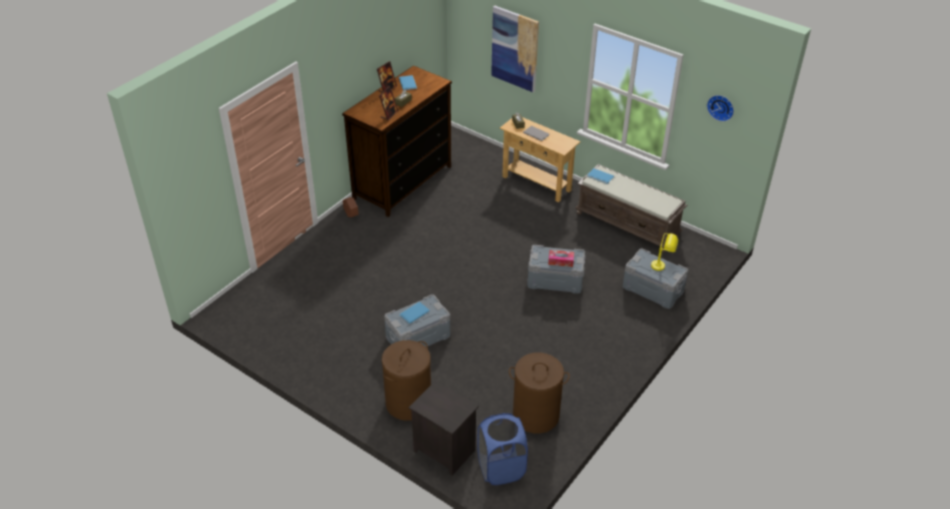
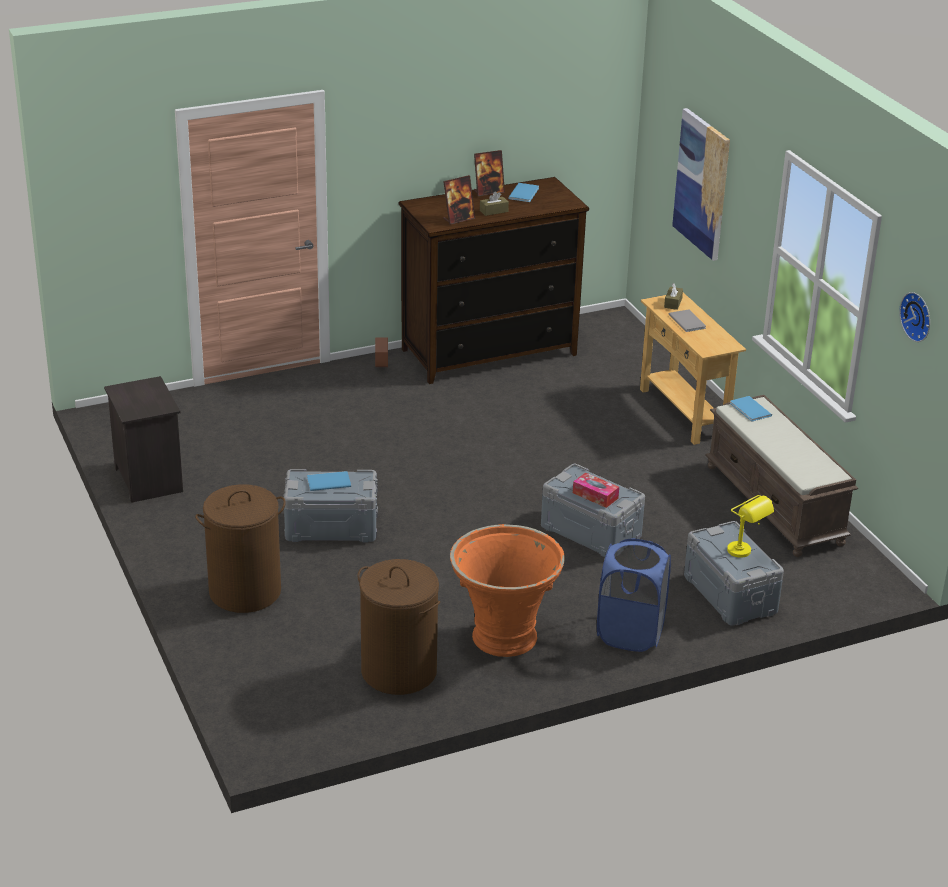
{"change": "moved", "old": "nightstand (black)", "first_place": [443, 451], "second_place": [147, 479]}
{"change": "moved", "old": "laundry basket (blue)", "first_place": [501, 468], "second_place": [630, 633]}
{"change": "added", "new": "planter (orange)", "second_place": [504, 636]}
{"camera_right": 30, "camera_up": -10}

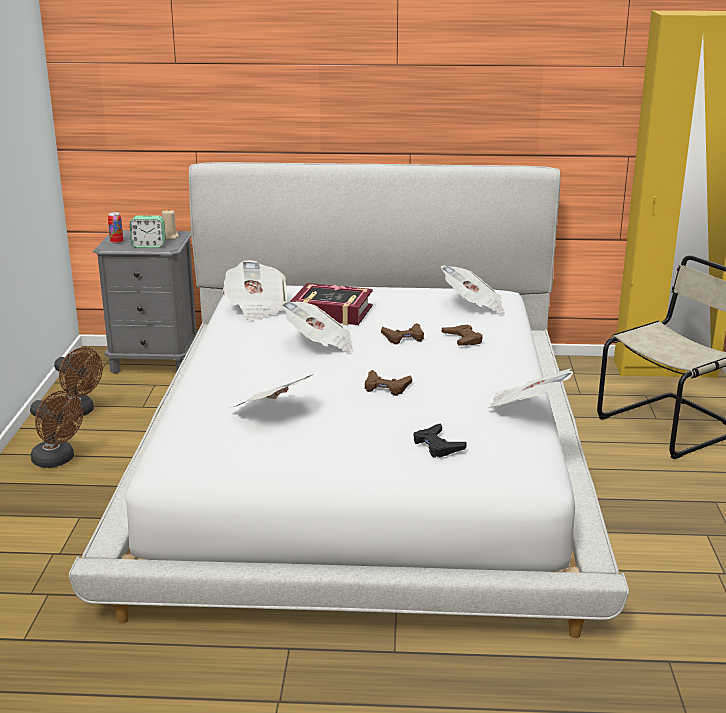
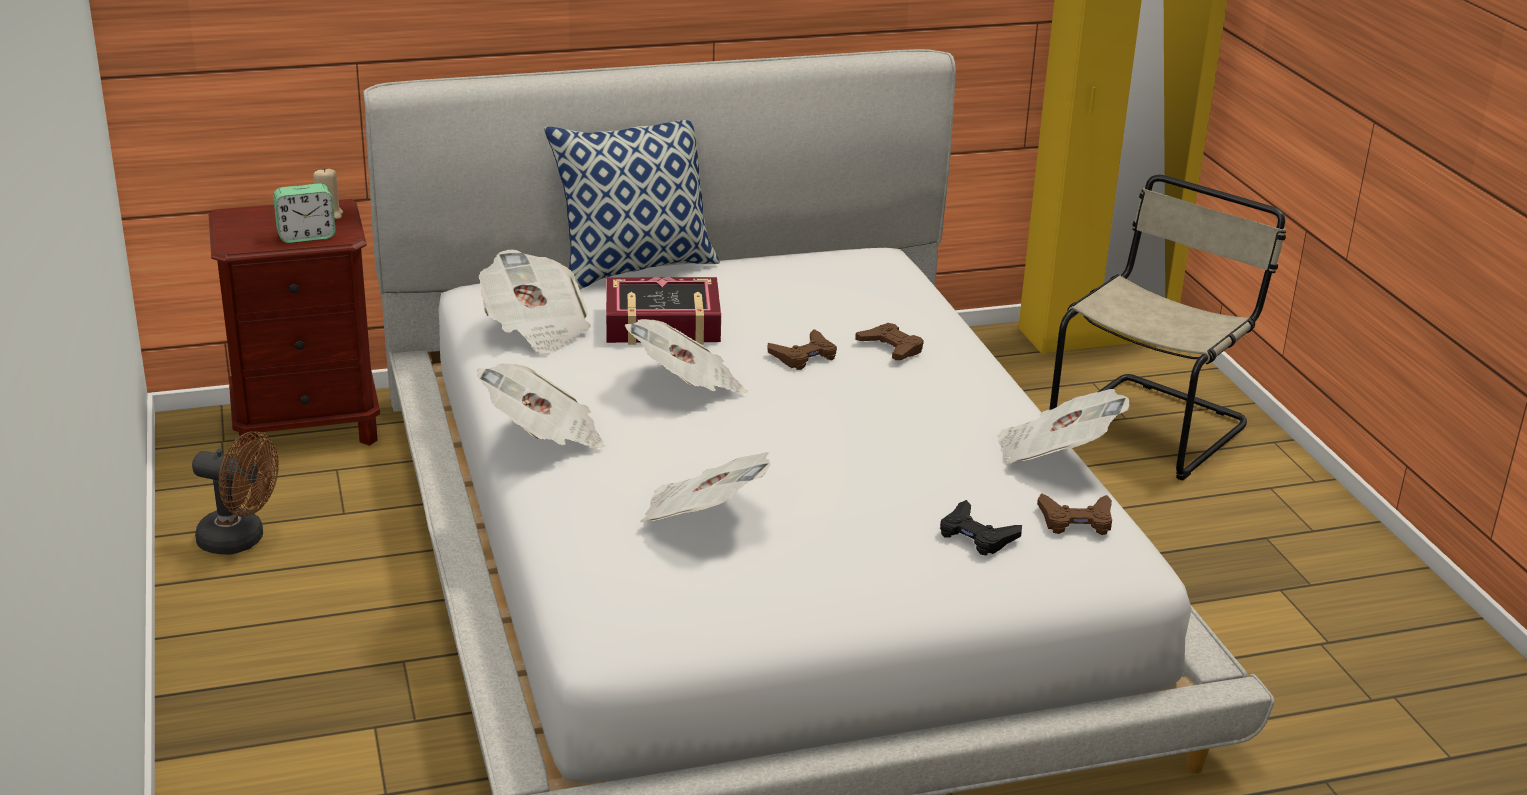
{"change": "removed", "old": "fan (brown)", "first_place": [58, 460]}
{"change": "recoloured", "old": "nightstand (grey)", "new": "nightstand (brown)", "first_place": [154, 362], "second_place": [307, 427]}
{"change": "removed", "old": "can", "first_place": [116, 242]}
{"change": "moved", "old": "game controller (brown)", "first_place": [386, 387], "second_place": [1076, 521]}
{"change": "moved", "old": "newspaper", "first_place": [473, 306], "second_place": [544, 436]}
{"change": "added", "new": "pillow", "second_place": [635, 267]}
{"camera_right": -20, "camera_up": 5}

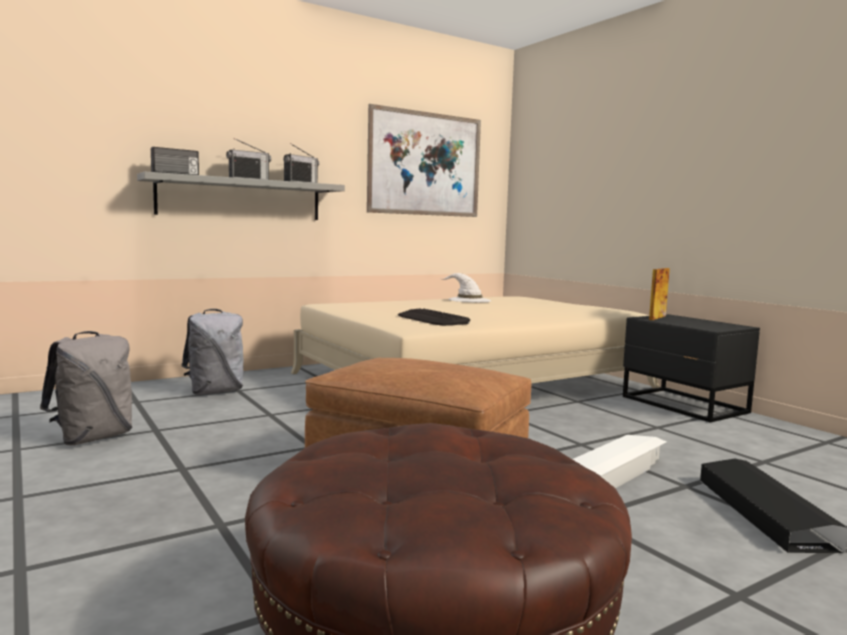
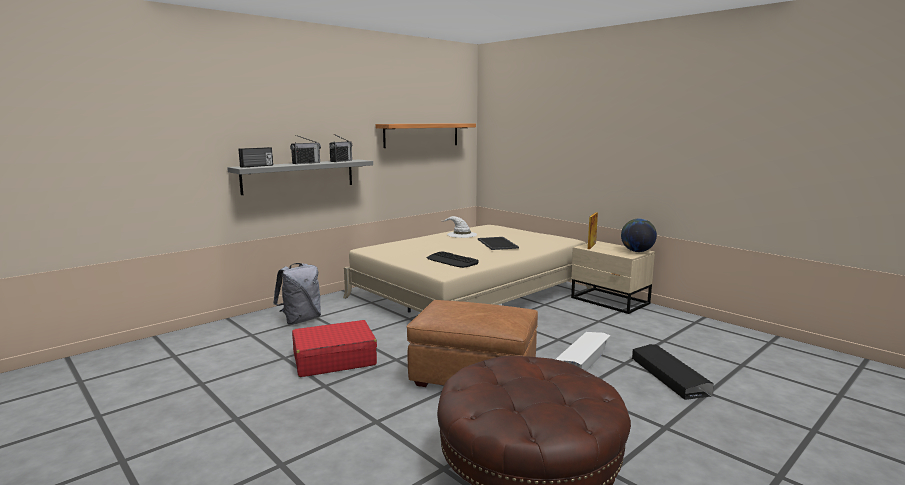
{"change": "removed", "old": "backpack (grey)", "first_place": [93, 438]}
{"change": "replaced", "old": "picture", "new": "shelf", "first_place": [425, 164], "second_place": [421, 135]}
{"change": "recoloured", "old": "nightstand (black)", "new": "nightstand (beige)", "first_place": [684, 405], "second_place": [610, 301]}
{"change": "added", "new": "suitcase (red)", "second_place": [334, 359]}
{"change": "added", "new": "tray", "second_place": [498, 243]}
{"change": "added", "new": "globe", "second_place": [637, 251]}
{"camera_right": -10, "camera_up": 5}

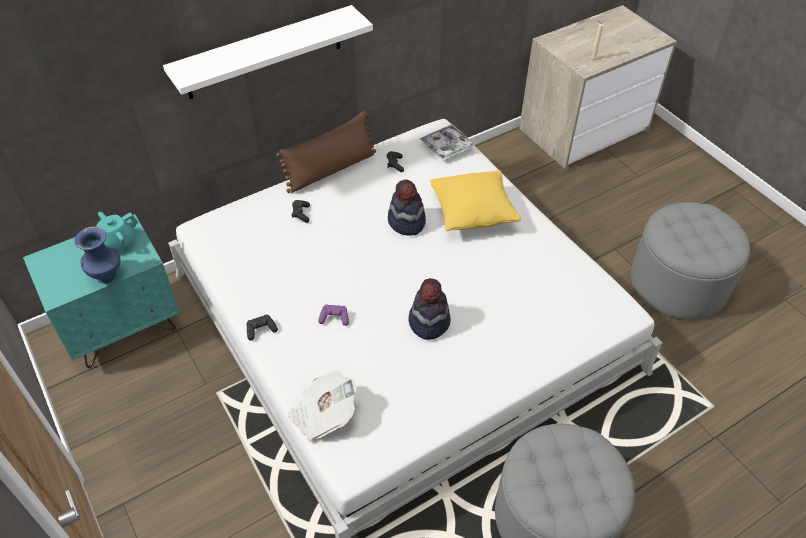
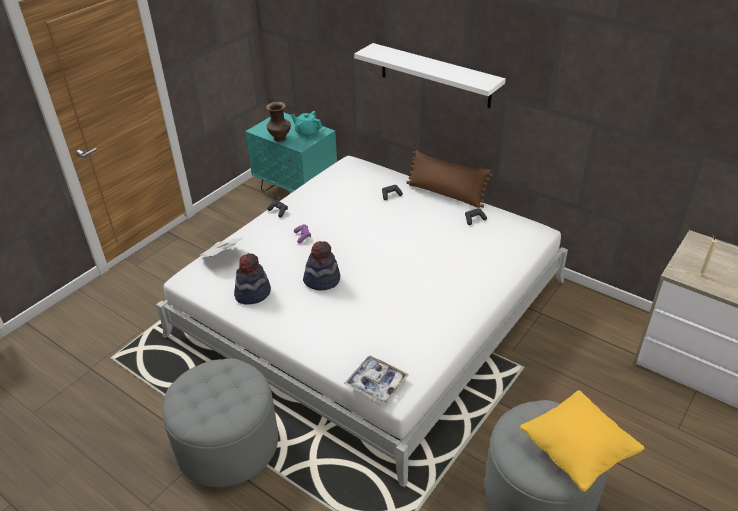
{"change": "recoloured", "old": "vase (blue)", "new": "vase (brown)", "first_place": [107, 276], "second_place": [280, 139]}
{"change": "moved", "old": "hat", "first_place": [406, 222], "second_place": [252, 293]}
{"change": "moved", "old": "tray", "first_place": [447, 146], "second_place": [376, 383]}
{"change": "moved", "old": "pillow (yellow)", "first_place": [472, 214], "second_place": [577, 452]}
{"camera_right": 70, "camera_up": -10}

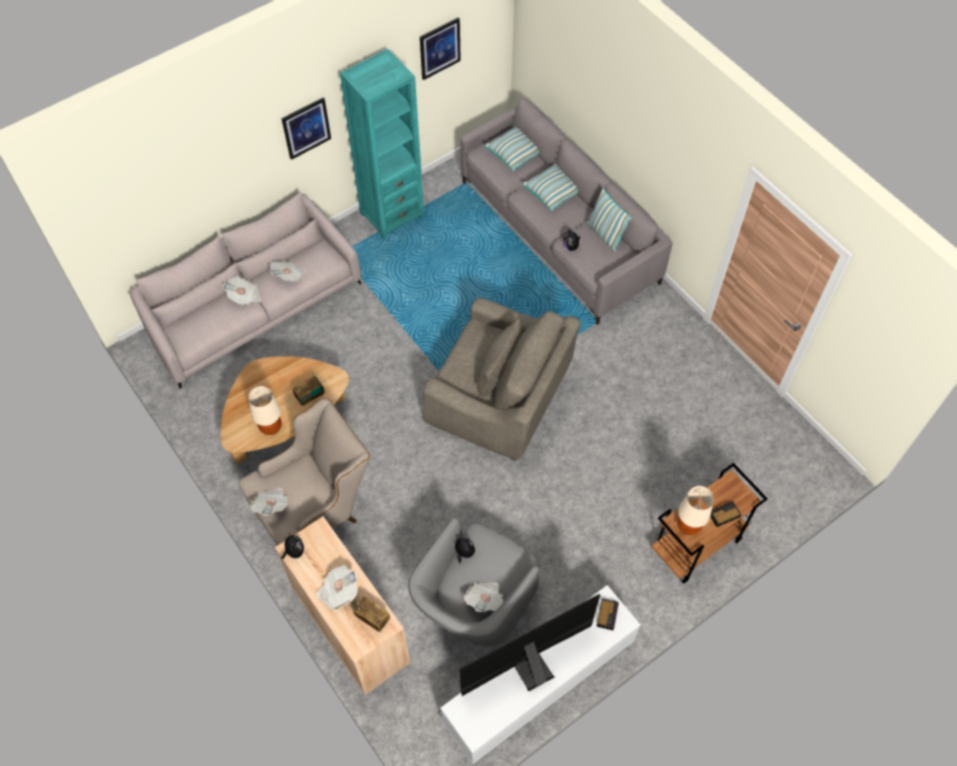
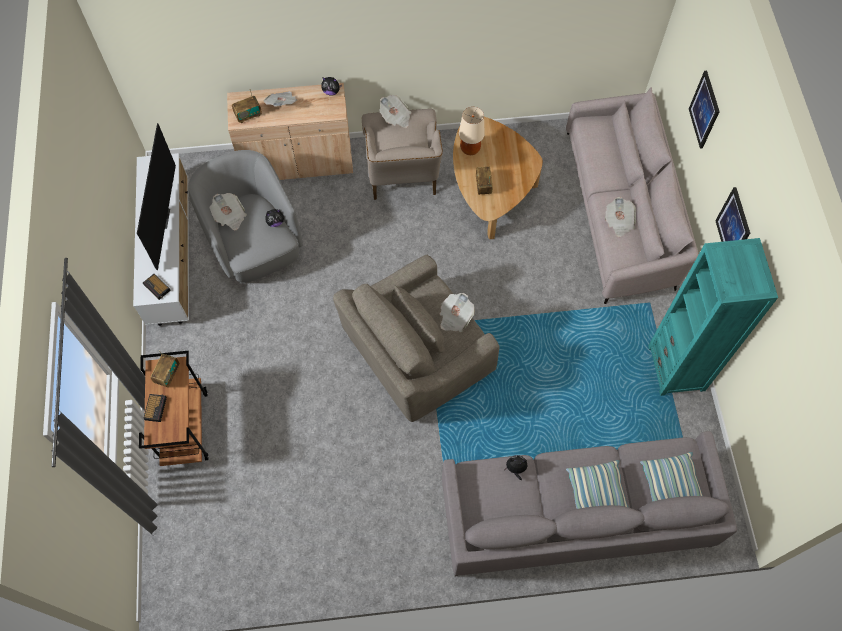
{"change": "moved", "old": "newspaper", "first_place": [244, 296], "second_place": [455, 317]}
{"change": "moved", "old": "picture", "first_place": [439, 48], "second_place": [704, 110]}
{"change": "removed", "old": "pillow", "first_place": [604, 234]}
{"change": "replaced", "old": "table lamp (beige)", "new": "radio", "first_place": [688, 526], "second_place": [167, 374]}
{"camera_right": 120, "camera_up": 5}

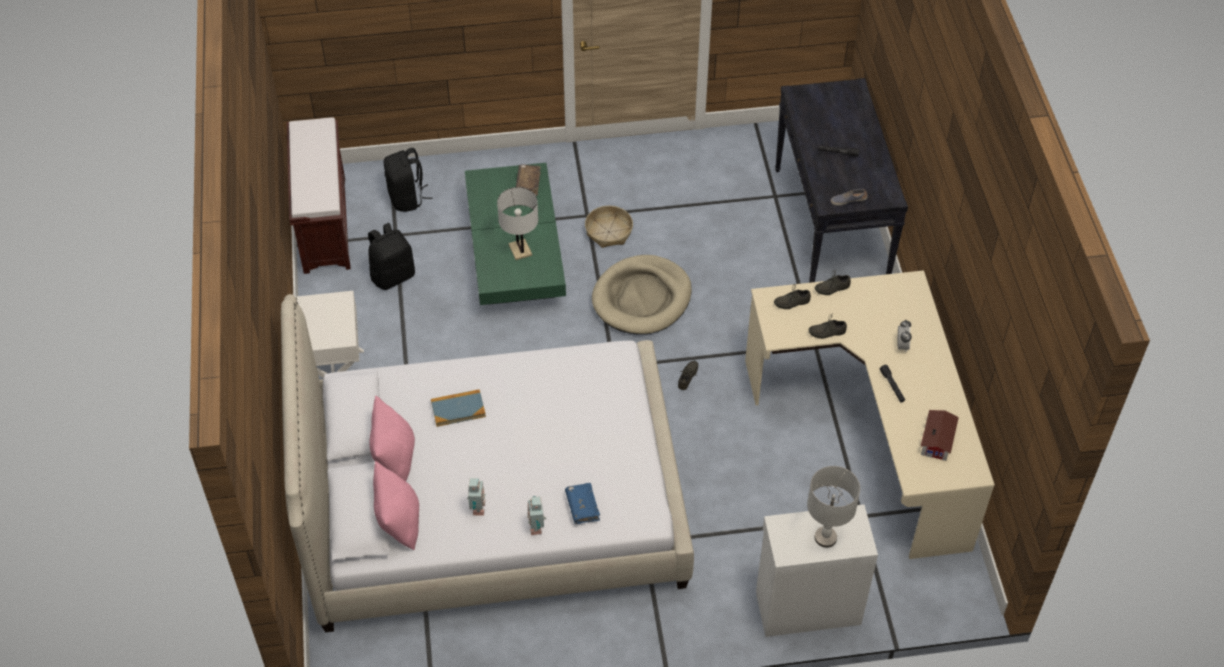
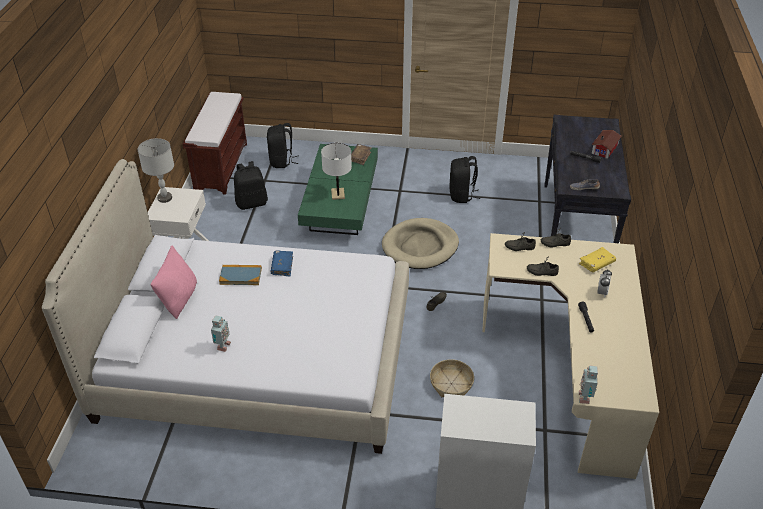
{"change": "removed", "old": "pillow (pink)", "first_place": [399, 522]}
{"change": "moved", "old": "toy robot", "first_place": [537, 527], "second_place": [585, 397]}
{"change": "moved", "old": "book (blue)", "first_place": [582, 507], "second_place": [282, 266]}
{"change": "moved", "old": "basket", "first_place": [609, 232], "second_place": [451, 383]}
{"change": "moved", "old": "table lamp (grey)", "first_place": [825, 538], "second_place": [164, 198]}
{"change": "moved", "old": "toy house", "first_place": [938, 439], "second_place": [606, 148]}
{"change": "added", "new": "backpack (black)", "second_place": [462, 195]}
{"change": "added", "new": "book (yellow)", "second_place": [596, 263]}
{"camera_right": 15, "camera_up": -10}

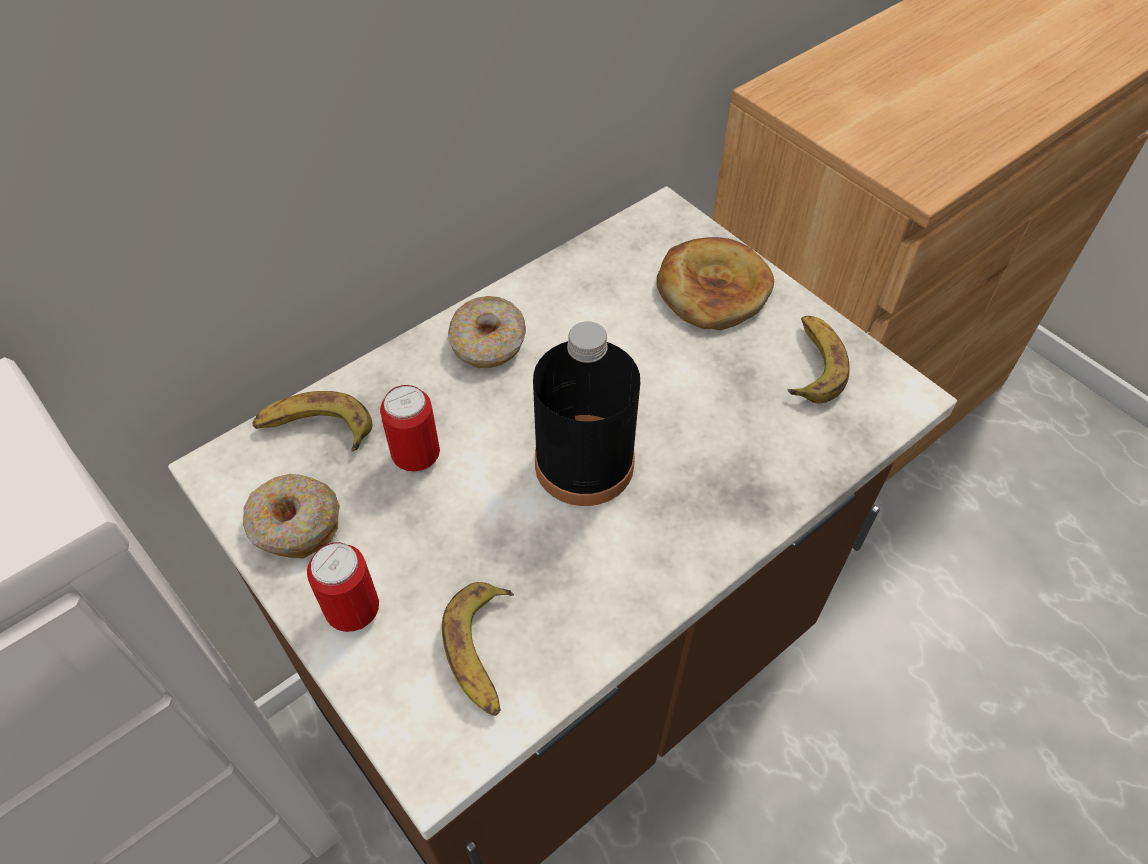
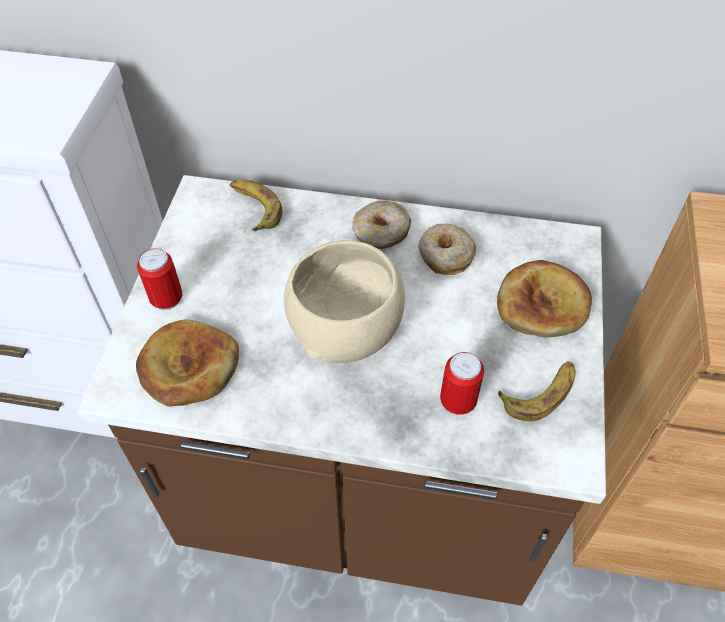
{"change": "moved", "old": "donut", "first_place": [294, 525], "second_place": [445, 255]}
{"change": "moved", "old": "can", "first_place": [416, 457], "second_place": [457, 402]}
{"change": "replaced", "old": "banana", "new": "bread", "first_place": [483, 653], "second_place": [188, 367]}
{"change": "replaced", "old": "bottle (black)", "new": "bowl (beige)", "first_place": [584, 464], "second_place": [344, 329]}
{"camera_right": 50, "camera_up": 0}

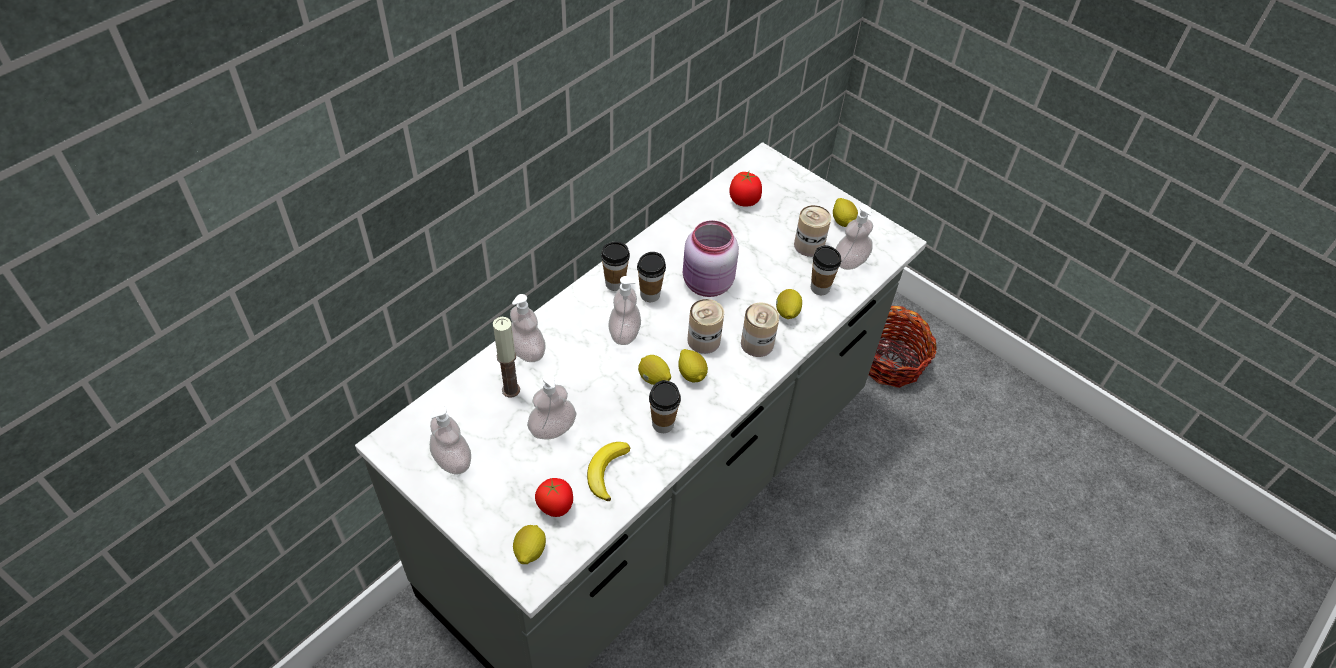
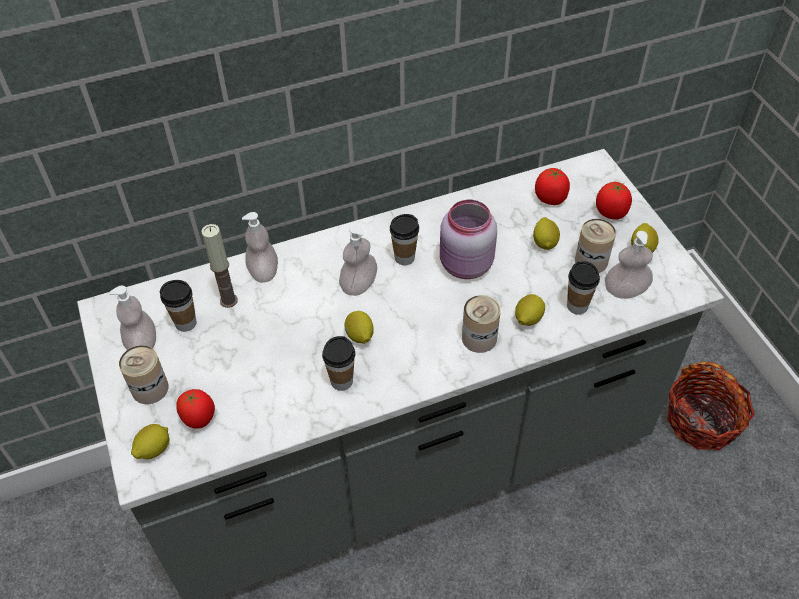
{"change": "removed", "old": "soap dispenser", "first_place": [552, 429]}
{"change": "removed", "old": "banana", "first_place": [606, 471]}
{"change": "moved", "old": "cup", "first_place": [615, 283], "second_place": [185, 323]}
{"change": "moved", "old": "lemon", "first_place": [691, 374], "second_place": [545, 242]}
{"change": "moved", "old": "can", "first_place": [703, 340], "second_place": [150, 388]}
{"change": "added", "new": "tomato", "second_place": [611, 213]}
{"camera_right": 30, "camera_up": 0}

